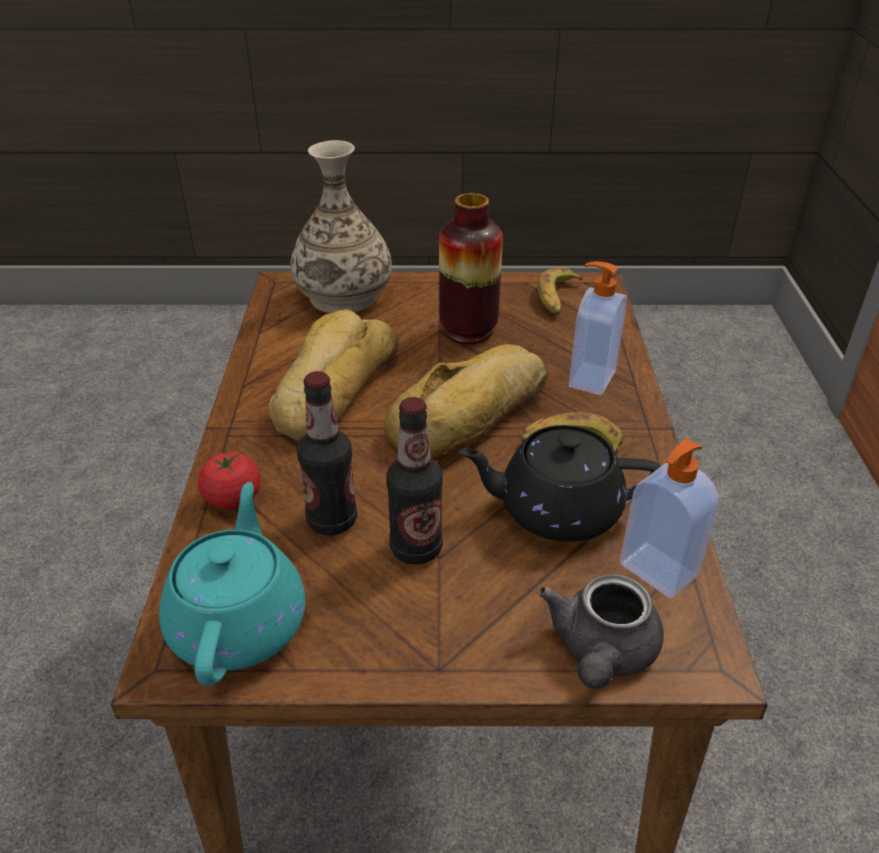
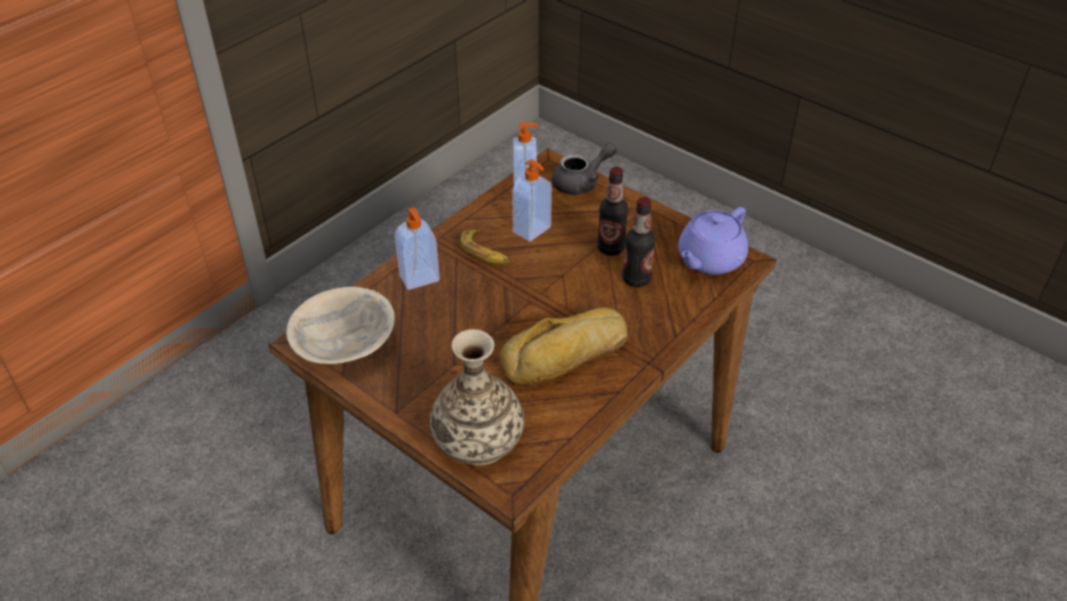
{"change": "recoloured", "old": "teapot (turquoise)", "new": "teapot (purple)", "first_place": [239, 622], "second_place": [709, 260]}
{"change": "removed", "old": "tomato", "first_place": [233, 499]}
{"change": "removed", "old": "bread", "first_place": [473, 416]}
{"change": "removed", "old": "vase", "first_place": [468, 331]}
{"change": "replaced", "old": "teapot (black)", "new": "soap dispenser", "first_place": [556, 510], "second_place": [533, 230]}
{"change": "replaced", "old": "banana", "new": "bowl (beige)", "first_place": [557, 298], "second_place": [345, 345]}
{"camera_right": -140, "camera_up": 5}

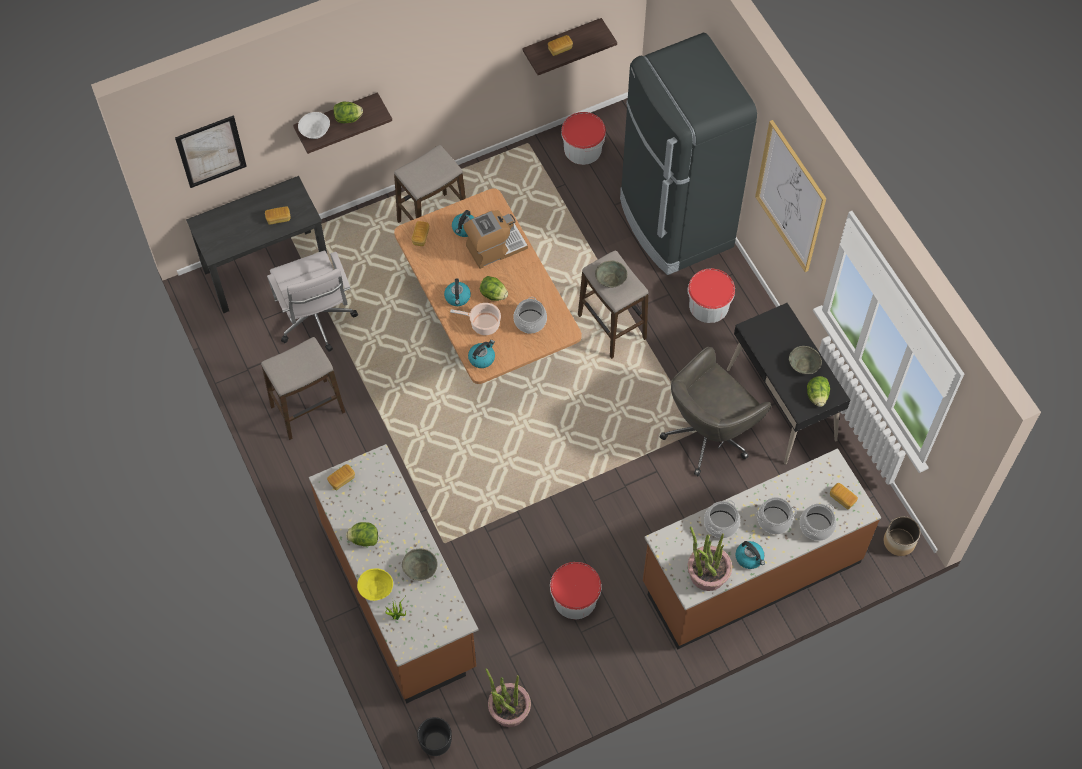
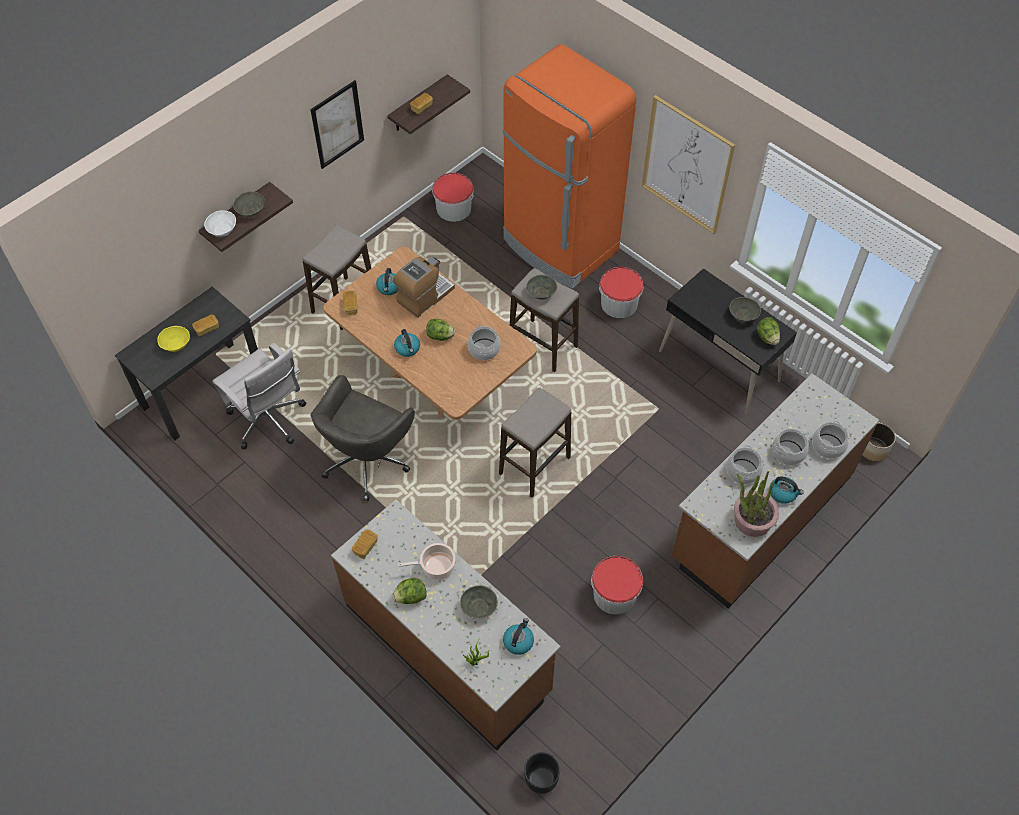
{"change": "moved", "old": "picture", "first_place": [211, 151], "second_place": [337, 124]}
{"change": "moved", "old": "stool", "first_place": [308, 409], "second_place": [535, 465]}
{"change": "replaced", "old": "lettuce", "new": "bowl (grey)", "first_place": [348, 119], "second_place": [250, 211]}
{"change": "moved", "old": "bowl (yellow)", "first_place": [376, 588], "second_place": [176, 344]}
{"change": "moved", "old": "cooking pot", "first_place": [483, 324], "second_place": [436, 567]}
{"change": "moved", "old": "kettle", "first_place": [482, 358], "second_place": [518, 641]}
{"change": "removed", "old": "potted plant", "first_place": [509, 709]}
{"change": "recoloured", "old": "fridge (black)", "new": "fridge (orange)", "first_place": [674, 224], "second_place": [560, 246]}
{"change": "moved", "old": "office chair (grey)", "first_place": [709, 433], "second_place": [367, 460]}
{"change": "removed", "old": "bread", "first_place": [842, 498]}
{"camera_right": -20, "camera_up": -5}

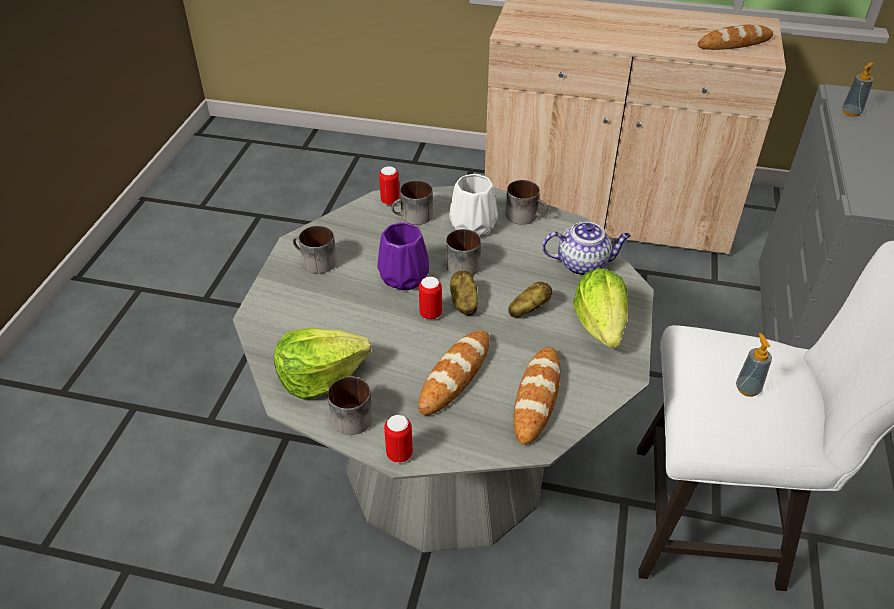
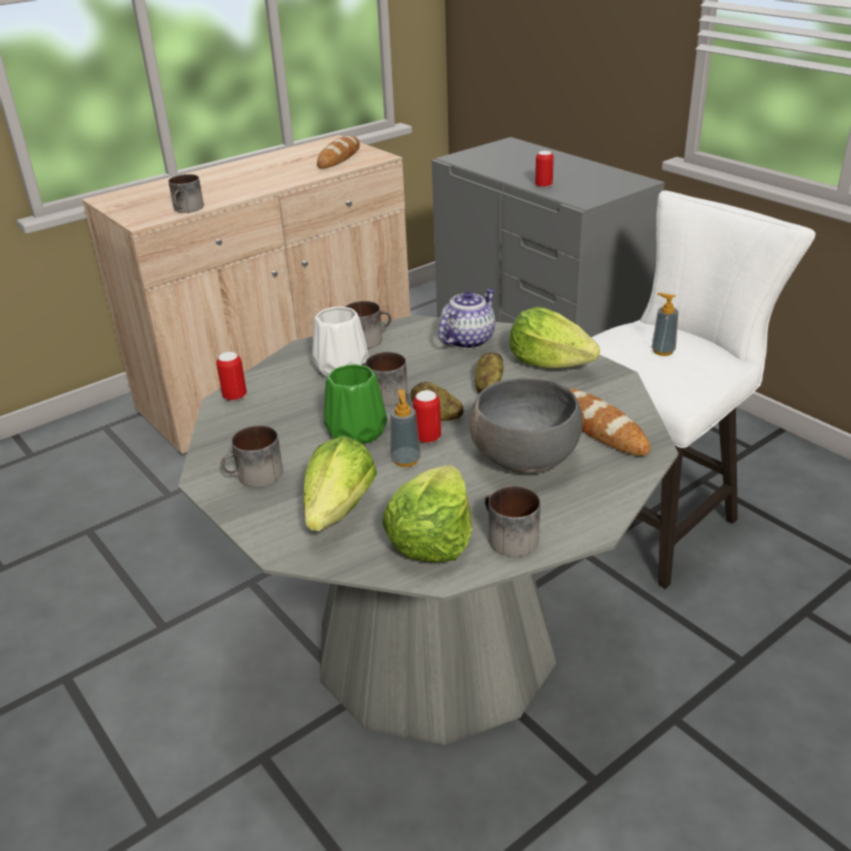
{"change": "recoloured", "old": "vase (purple)", "new": "vase (green)", "first_place": [405, 277], "second_place": [358, 432]}
{"change": "moved", "old": "can", "first_place": [399, 454], "second_place": [543, 186]}
{"change": "moved", "old": "mug", "first_place": [413, 217], "second_place": [188, 209]}
{"change": "replaced", "old": "bread", "new": "bowl (grey)", "first_place": [455, 375], "second_place": [524, 457]}
{"change": "moved", "old": "soap dispenser", "first_place": [851, 112], "second_place": [406, 460]}
{"change": "added", "new": "lettuce", "second_place": [339, 510]}
{"camera_right": -50, "camera_up": -10}

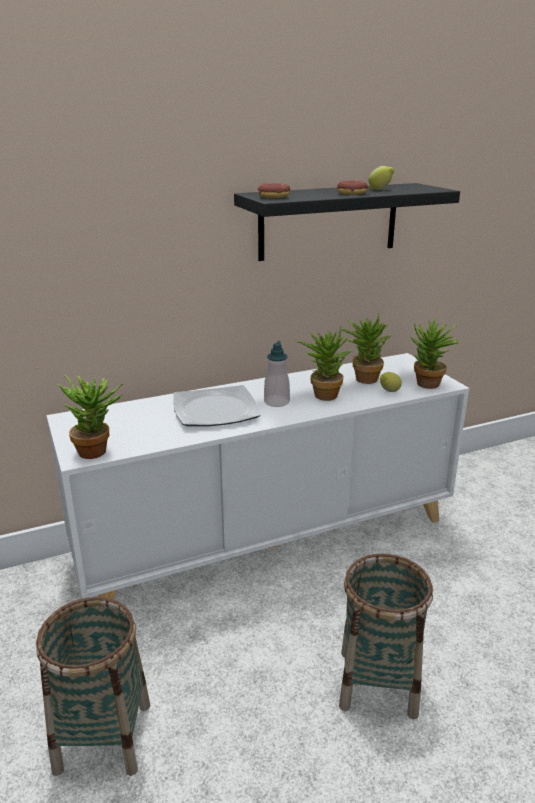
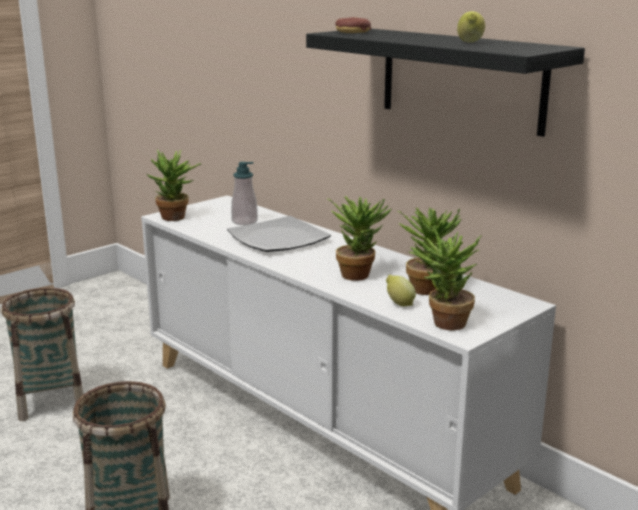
{"change": "moved", "old": "soap dispenser", "first_place": [276, 402], "second_place": [244, 222]}
{"change": "removed", "old": "donut", "first_place": [352, 193]}
{"camera_right": 70, "camera_up": -5}

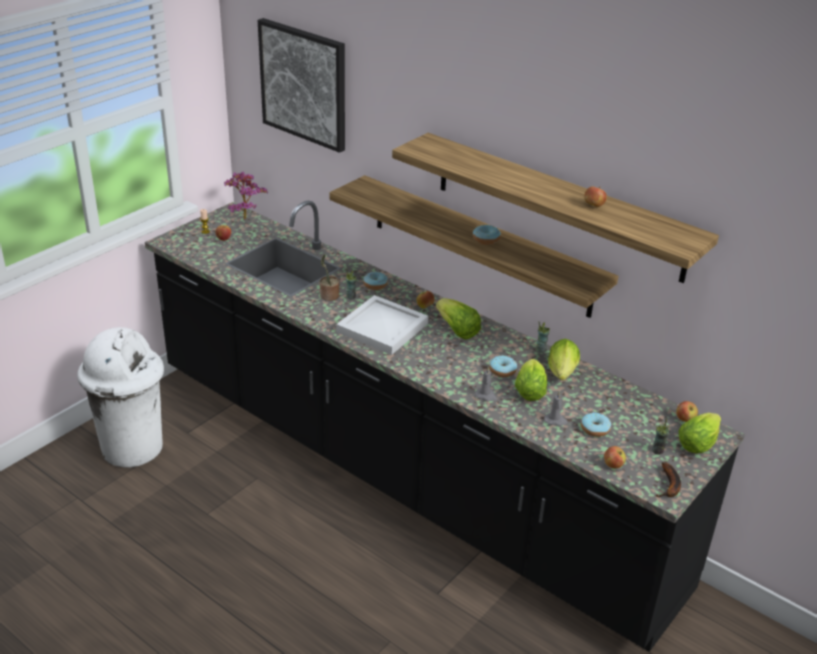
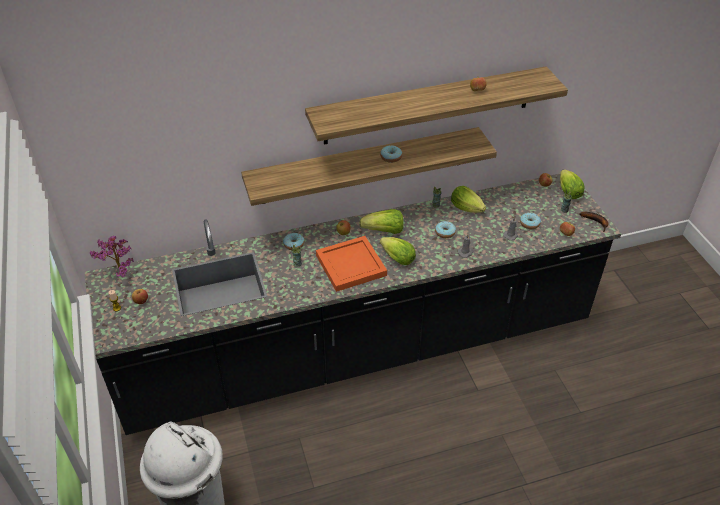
{"change": "removed", "old": "picture", "first_place": [304, 84]}
{"change": "removed", "old": "potted plant", "first_place": [328, 296]}
{"change": "recoloured", "old": "tray (white)", "new": "tray (orange)", "first_place": [381, 328], "second_place": [350, 266]}
{"change": "moved", "old": "lettuce", "first_place": [530, 390], "second_place": [396, 258]}
{"camera_right": -55, "camera_up": 10}

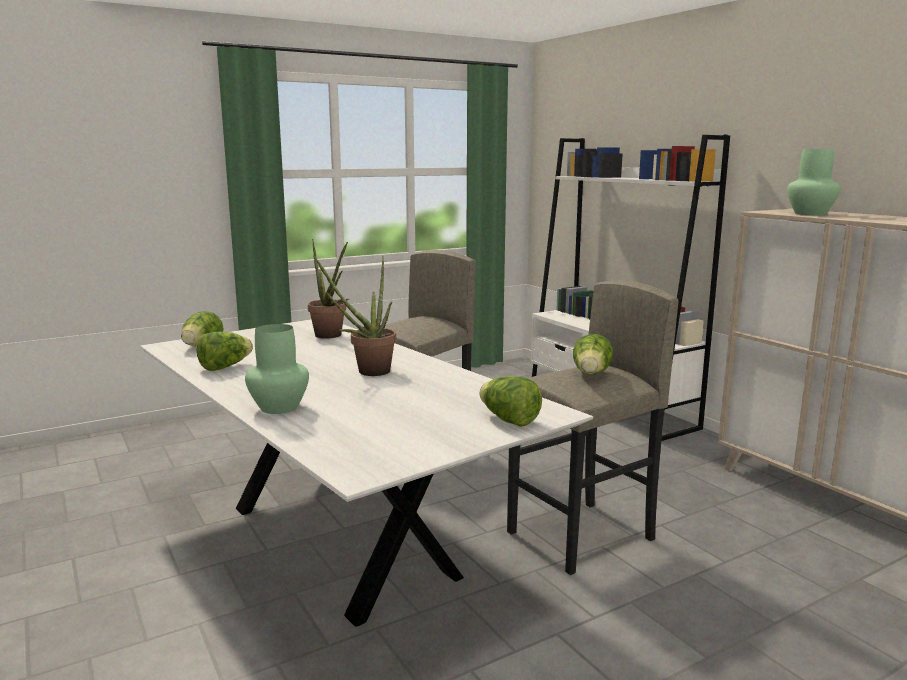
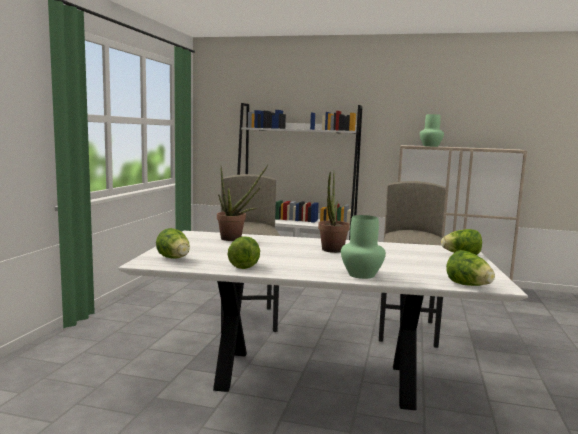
{"change": "moved", "old": "lettuce", "first_place": [591, 374], "second_place": [468, 285]}
{"camera_right": -45, "camera_up": -5}

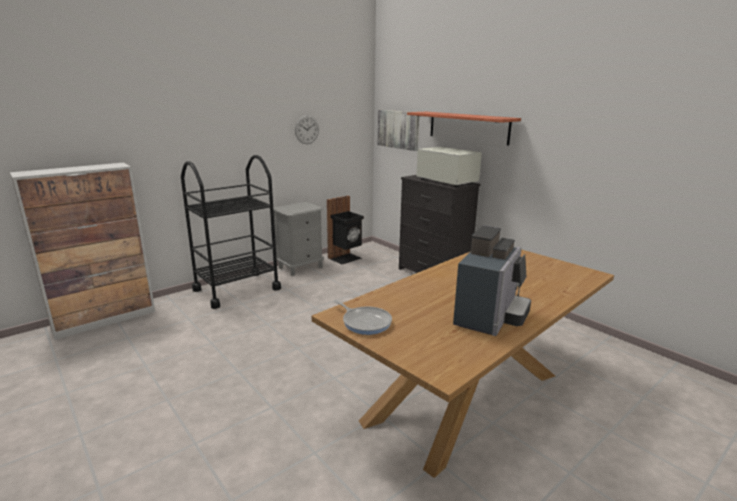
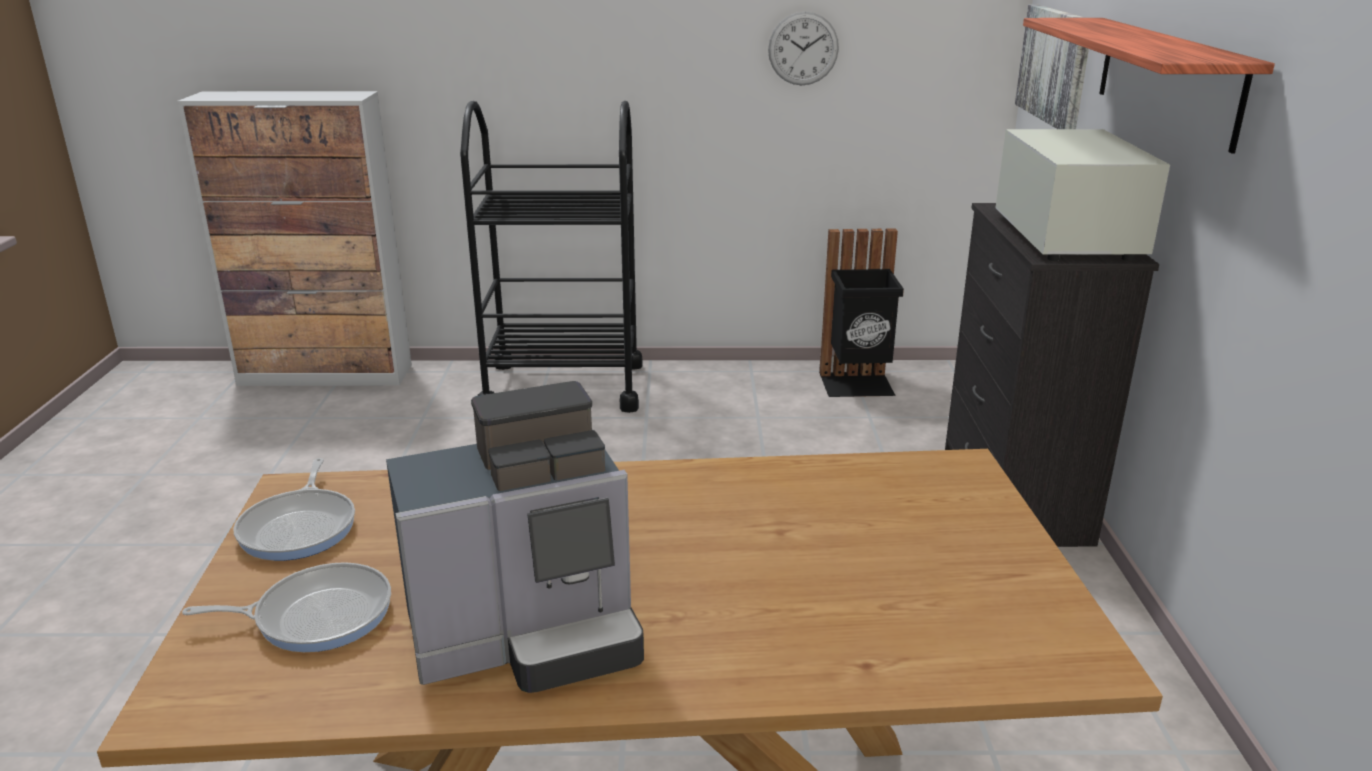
{"change": "removed", "old": "nightstand (grey)", "first_place": [300, 267]}
{"change": "added", "new": "frying pan", "second_place": [316, 615]}
{"camera_right": 40, "camera_up": 5}

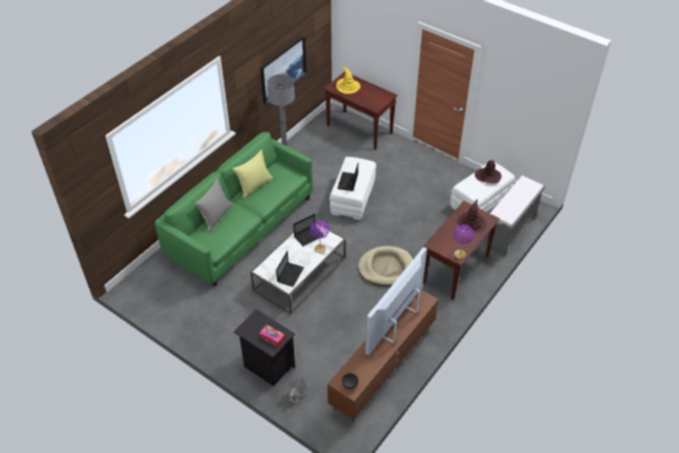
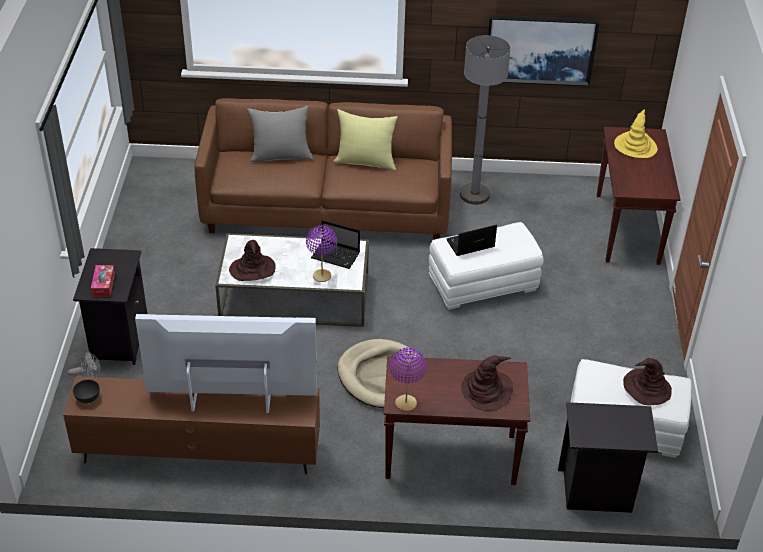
{"change": "recoloured", "old": "sofa (green)", "new": "sofa (brown)", "first_place": [241, 227], "second_place": [327, 207]}
{"change": "replaced", "old": "laptop", "new": "hat (brown)", "first_place": [290, 274], "second_place": [252, 269]}
{"change": "replaced", "old": "bench (grey)", "new": "nightstand (black)", "first_place": [509, 231], "second_place": [596, 491]}
{"camera_right": 55, "camera_up": -5}

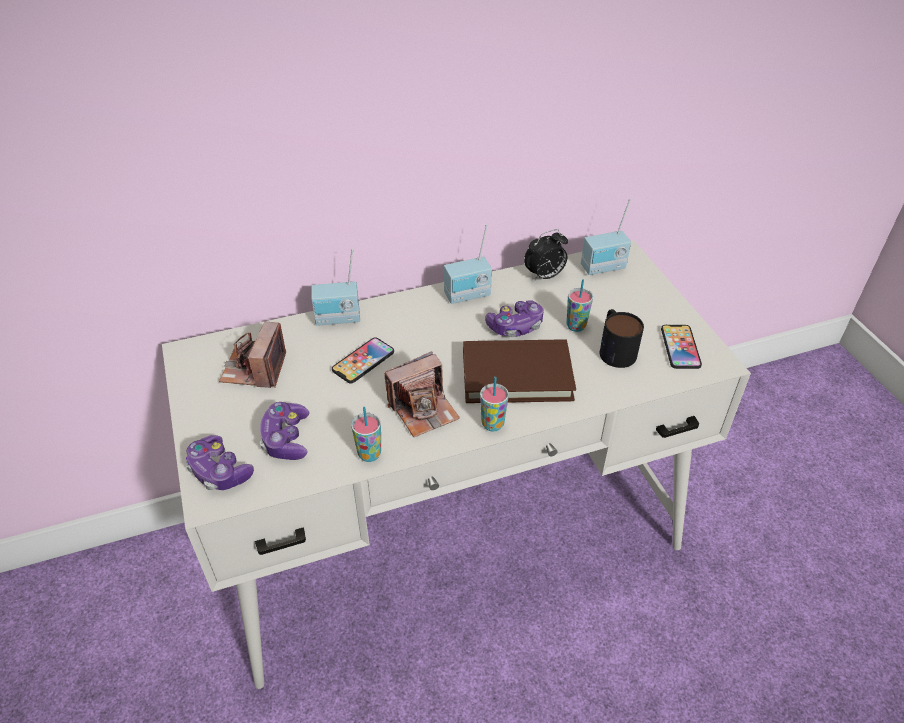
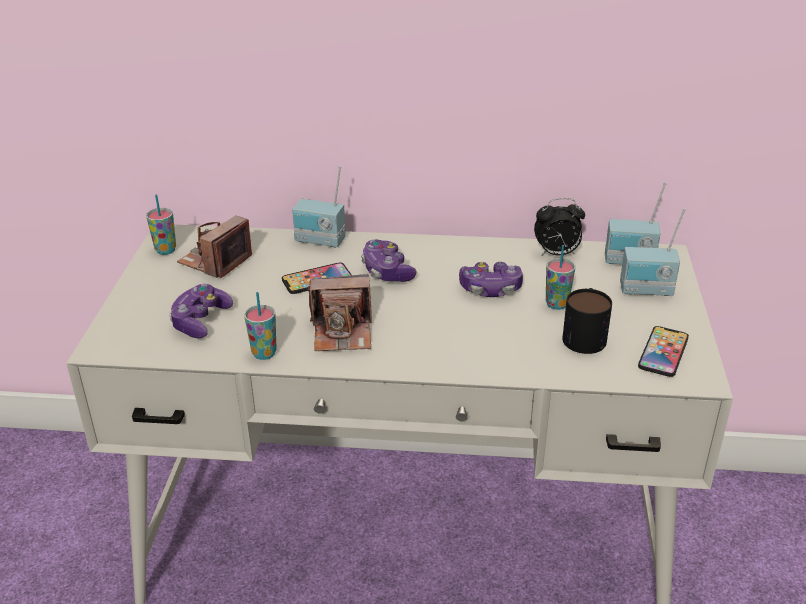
{"change": "moved", "old": "game controller", "first_place": [219, 471], "second_place": [387, 271]}
{"change": "moved", "old": "radio", "first_place": [468, 296], "second_place": [646, 291]}
{"change": "removed", "old": "book (brown)", "first_place": [516, 375]}
{"change": "moved", "old": "cup", "first_place": [492, 424], "second_place": [165, 250]}
{"camera_right": 25, "camera_up": -10}

